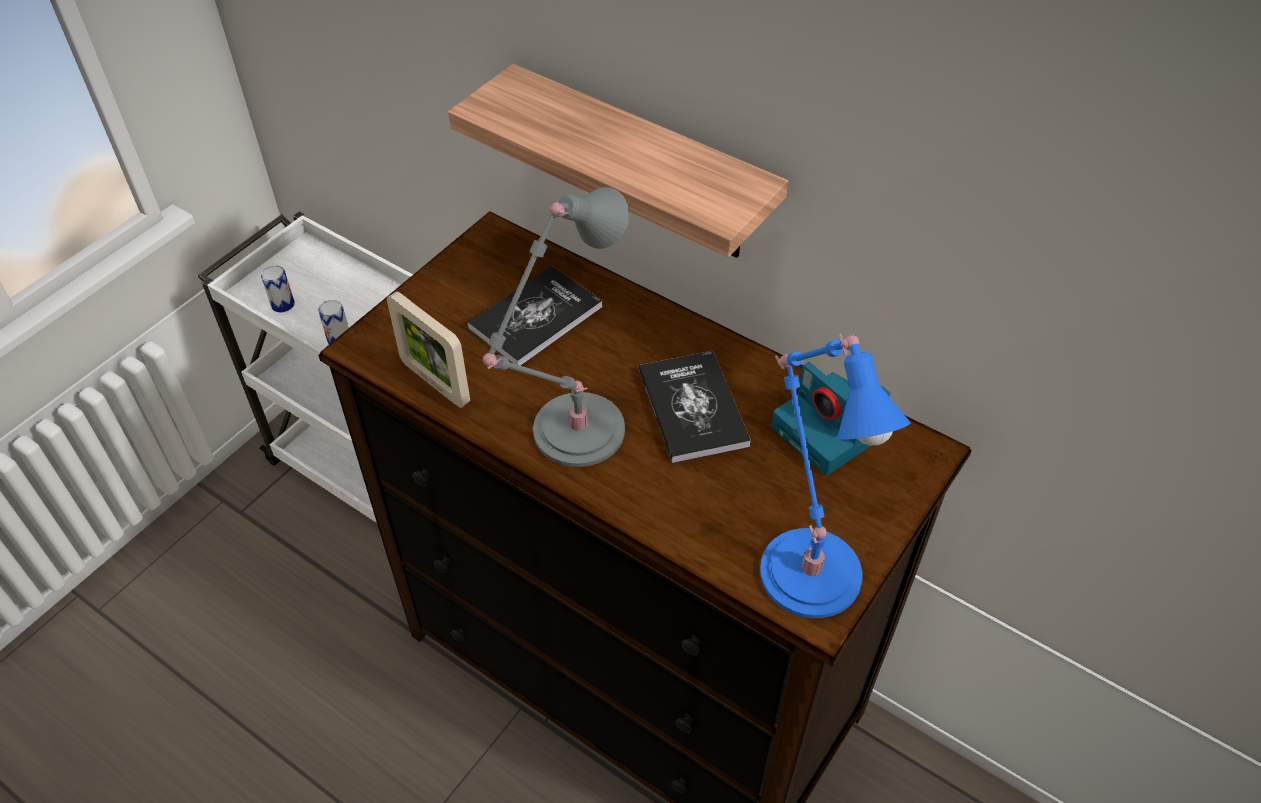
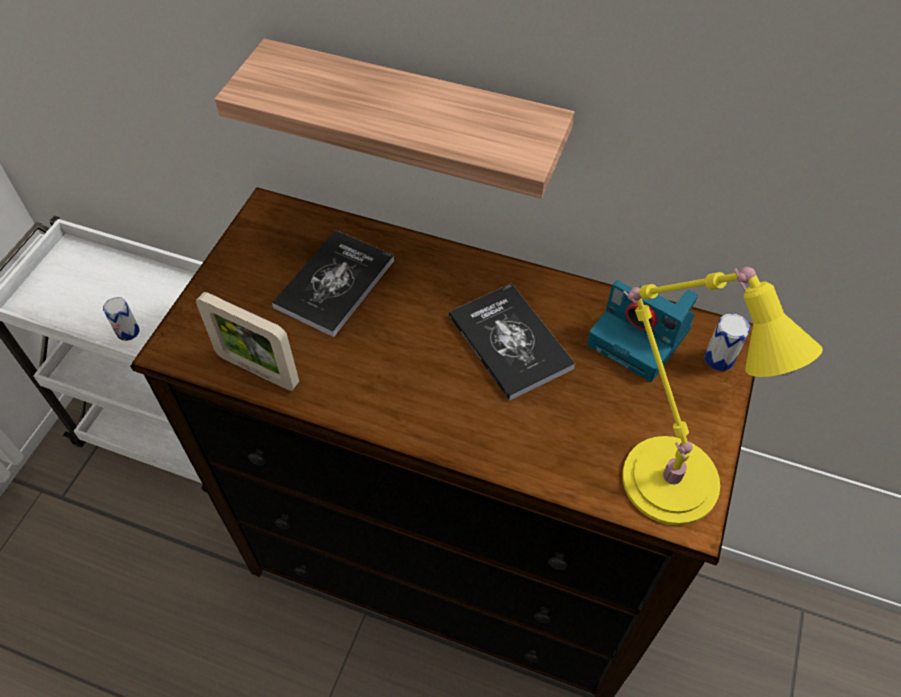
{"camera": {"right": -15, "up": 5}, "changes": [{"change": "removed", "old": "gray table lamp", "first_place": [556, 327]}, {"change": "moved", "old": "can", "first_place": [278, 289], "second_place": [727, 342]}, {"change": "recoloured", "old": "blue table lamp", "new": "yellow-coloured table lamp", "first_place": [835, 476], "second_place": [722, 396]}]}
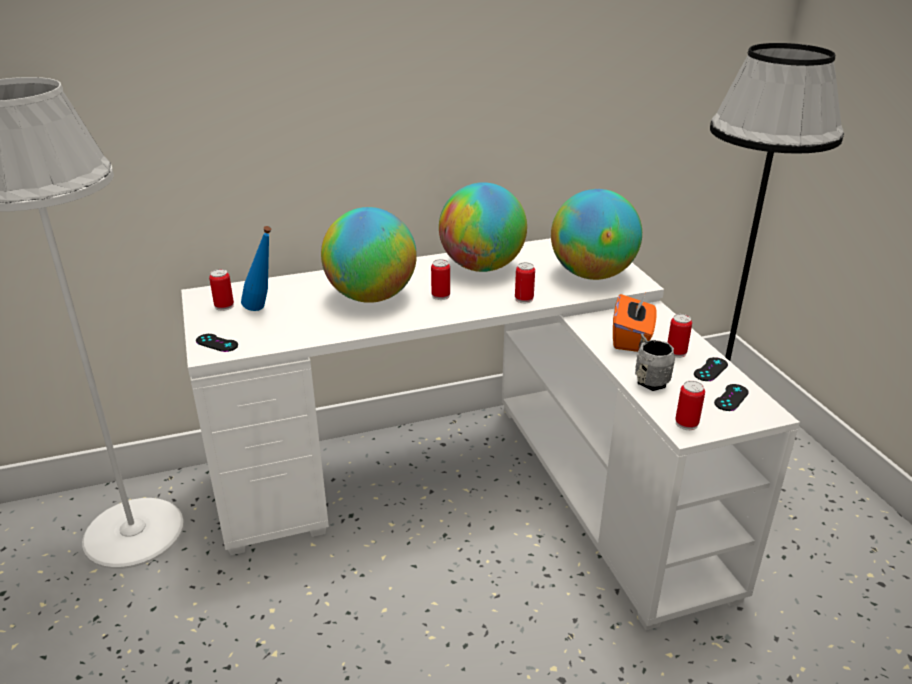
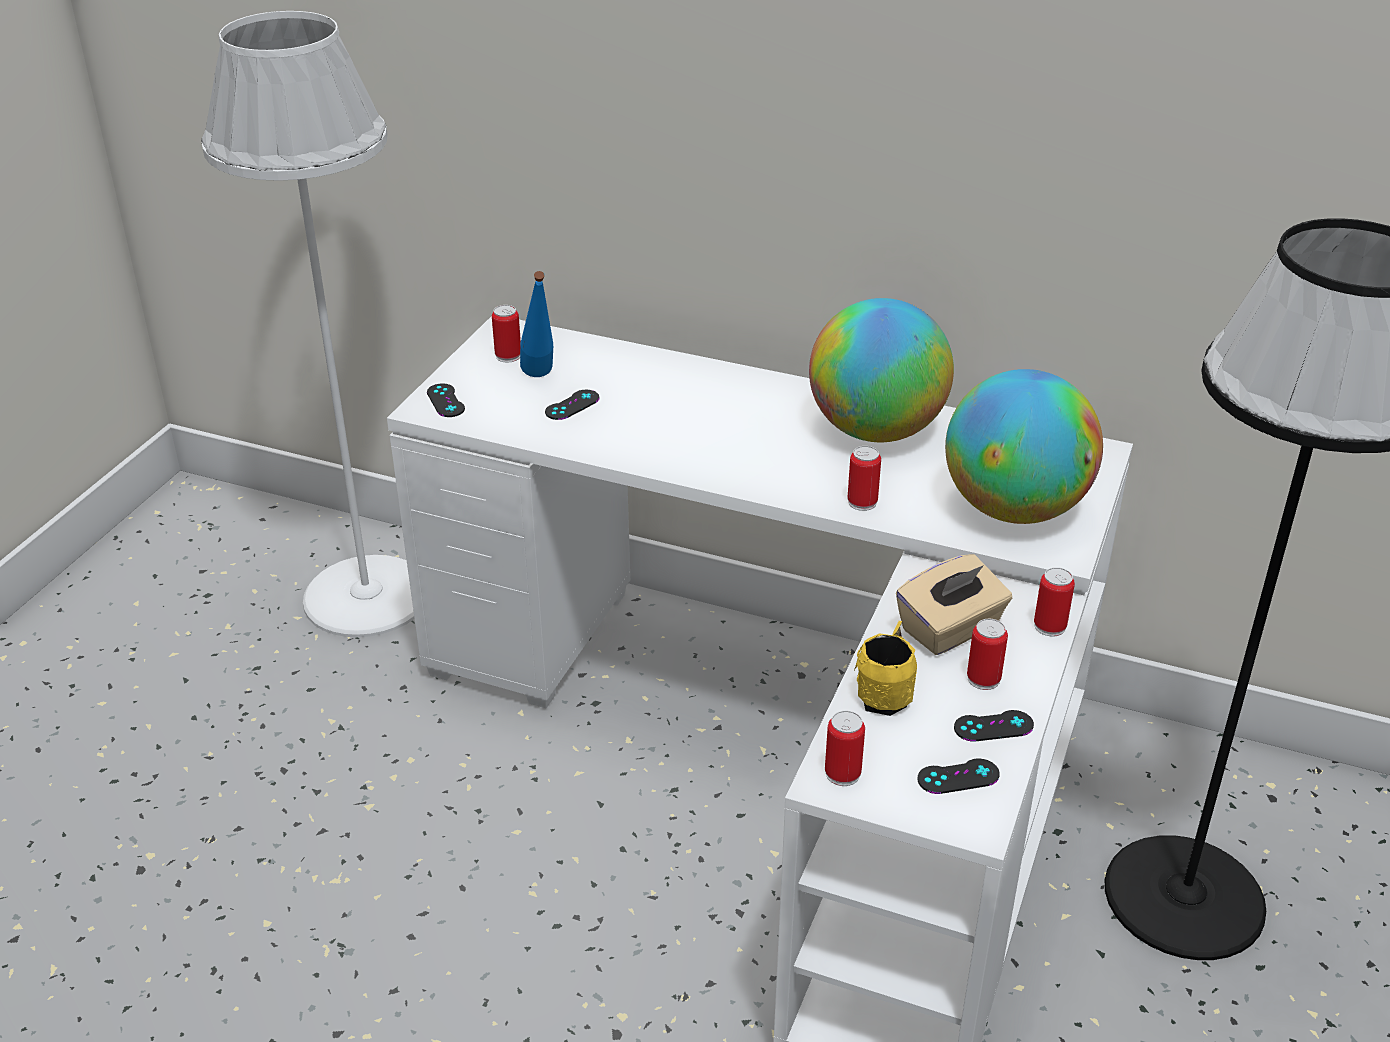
{"camera": {"right": 40, "up": 5}, "changes": [{"change": "removed", "old": "world globe", "first_place": [369, 255]}, {"change": "moved", "old": "can", "first_place": [440, 279], "second_place": [1054, 602]}, {"change": "recoloured", "old": "orange-coloured tissue box", "new": "beige-coloured tissue box", "first_place": [635, 323], "second_place": [954, 604]}, {"change": "recoloured", "old": "gray tea mug", "new": "yellow-coloured tea mug", "first_place": [655, 362], "second_place": [885, 668]}, {"change": "added", "new": "black gamepad", "second_place": [572, 405]}]}
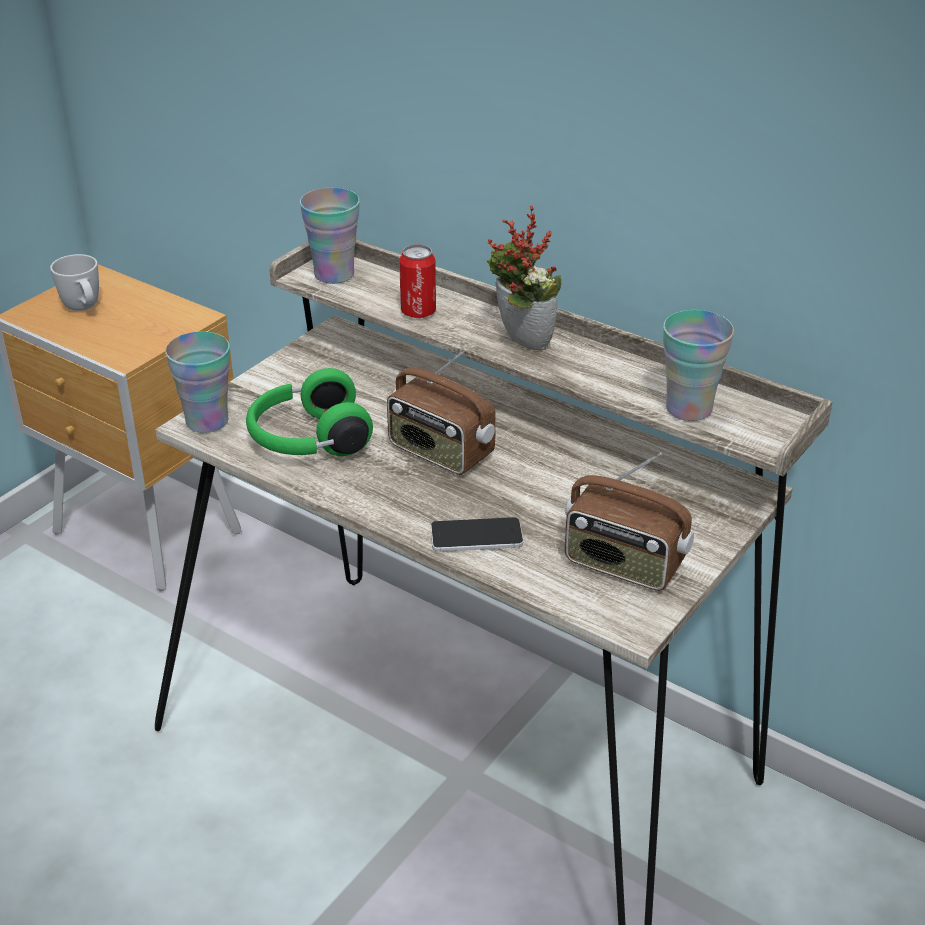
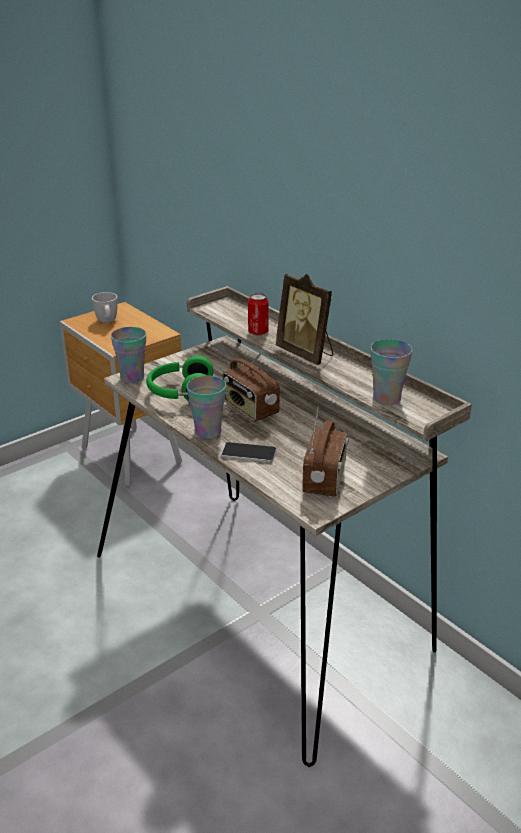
{"camera": {"right": 15, "up": -5}, "changes": [{"change": "moved", "old": "cup", "first_place": [330, 236], "second_place": [206, 407]}, {"change": "replaced", "old": "houseplant", "new": "standing frame", "first_place": [524, 277], "second_place": [304, 319]}, {"change": "turned", "old": "radio set", "first_place": [629, 521], "second_place": [325, 451], "degrees": -120}]}
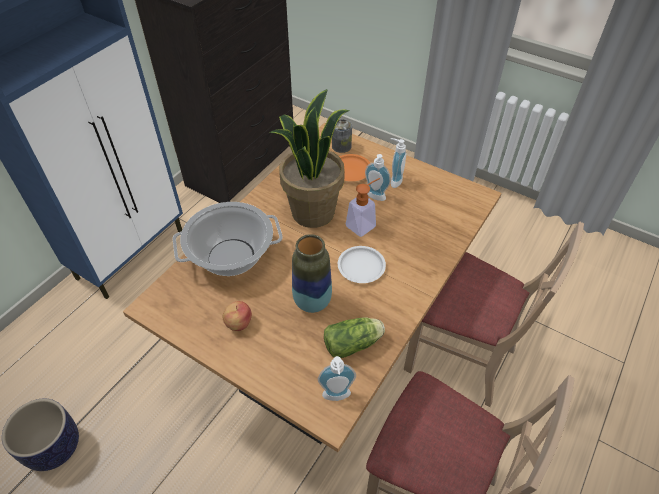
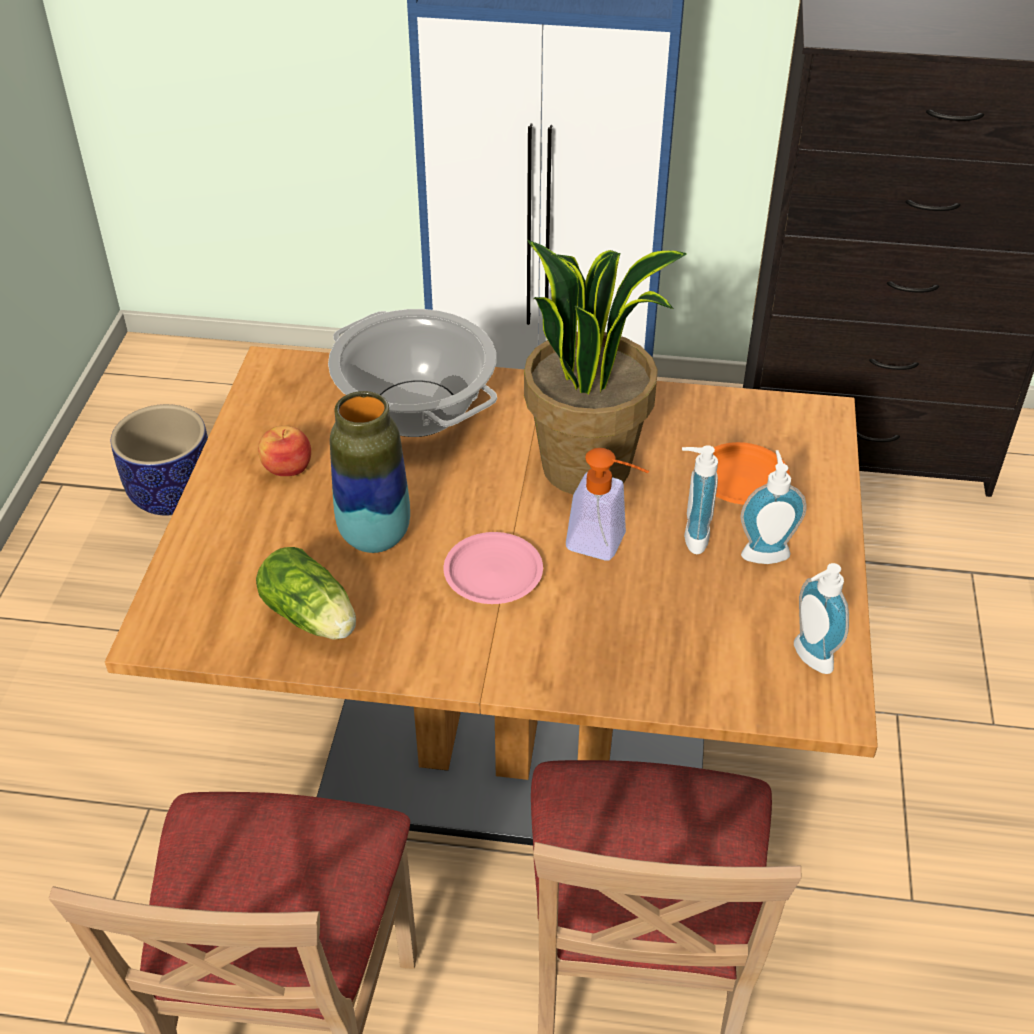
{"camera": {"right": 65, "up": -5}, "changes": [{"change": "removed", "old": "can", "first_place": [342, 136]}, {"change": "recoloured", "old": "white flat dish", "new": "pink flat dish", "first_place": [362, 264], "second_place": [493, 568]}, {"change": "moved", "old": "soap dispenser", "first_place": [337, 378], "second_place": [821, 618]}]}
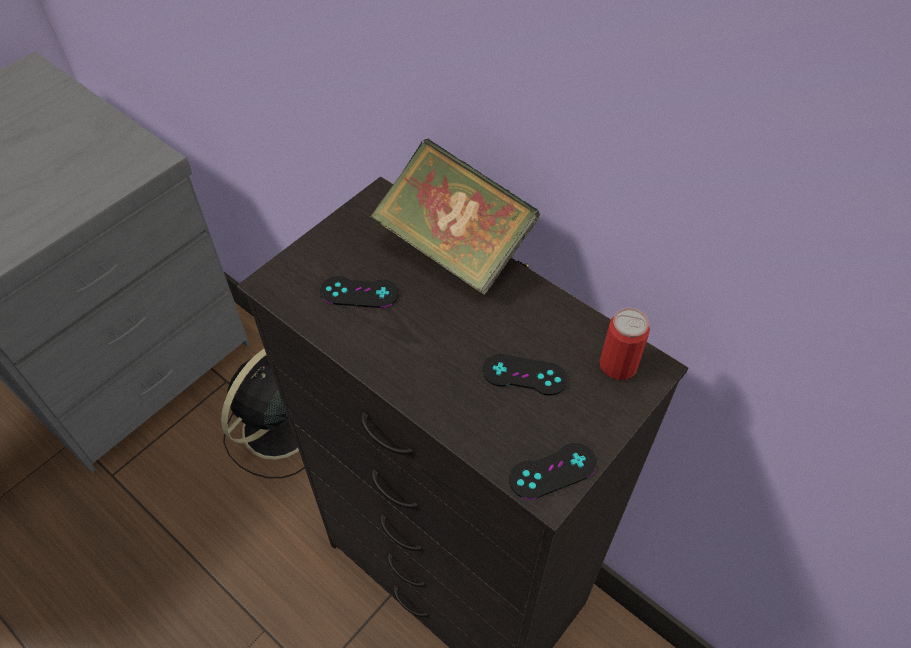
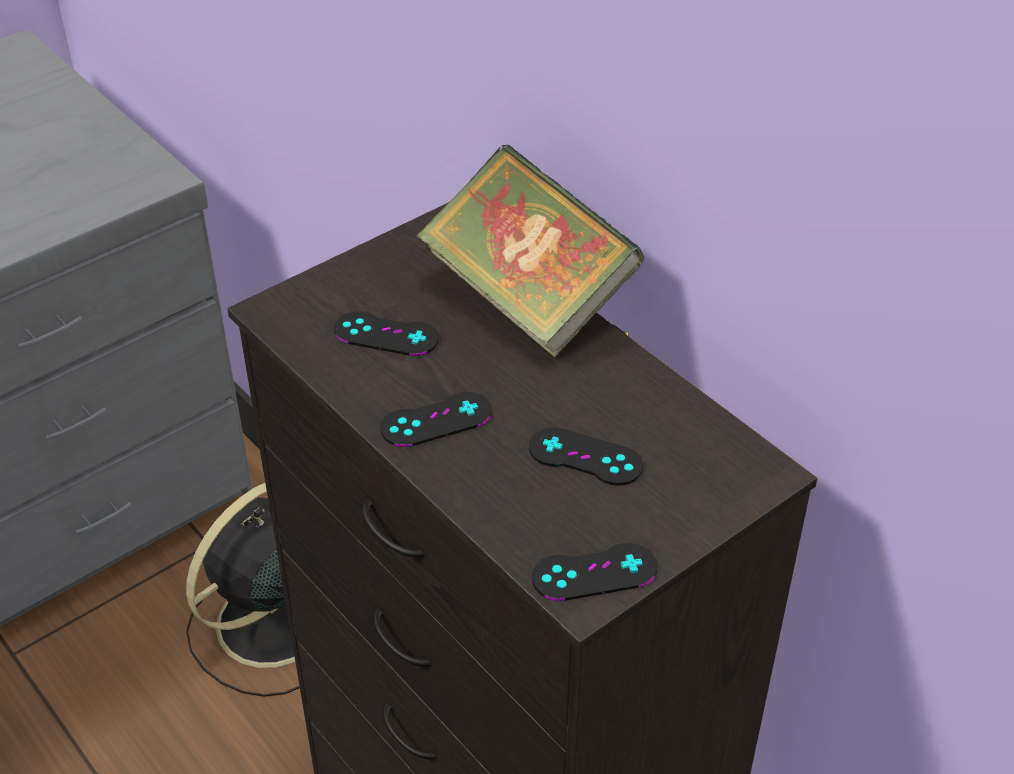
{"camera": {"right": 10, "up": -10}, "changes": [{"change": "removed", "old": "can", "first_place": [624, 344]}, {"change": "added", "new": "black gamepad", "second_place": [436, 419]}]}
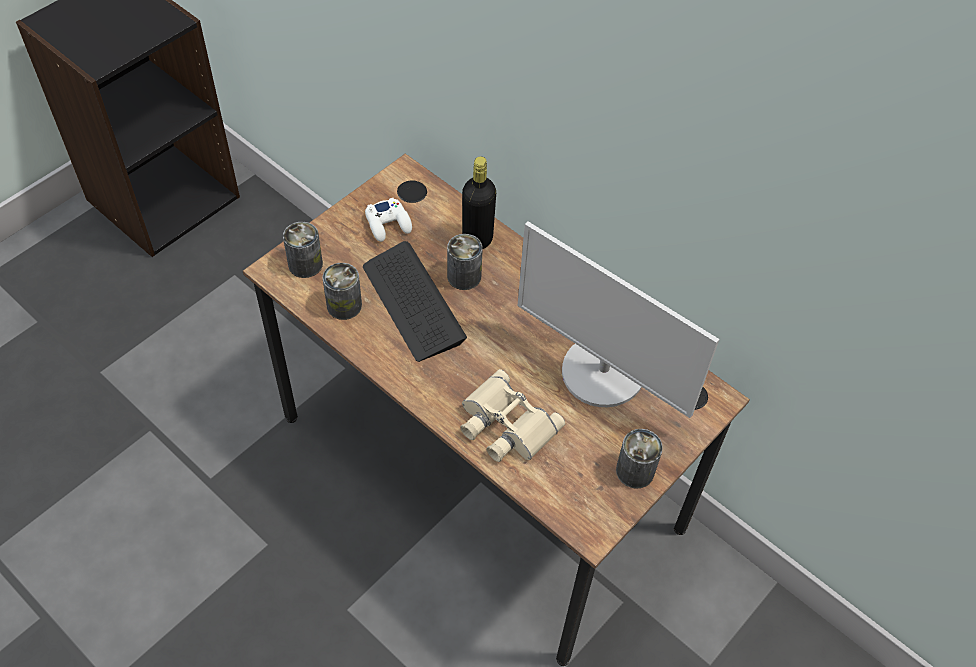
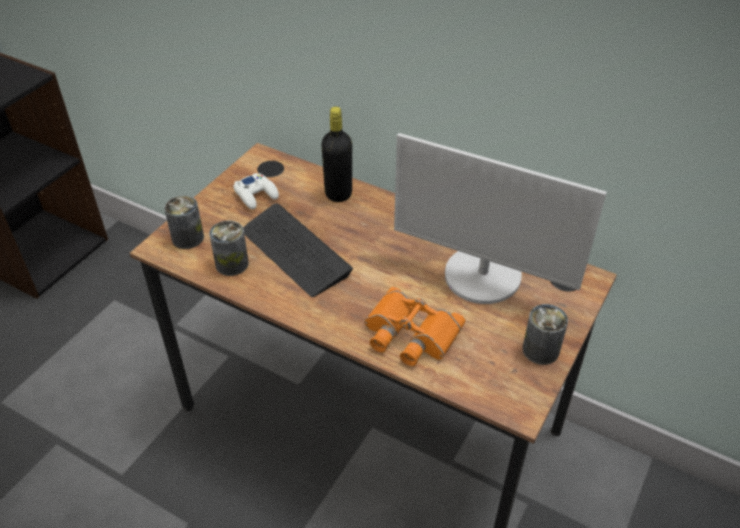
{"camera": {"right": -10, "up": -10}, "changes": [{"change": "removed", "old": "can", "first_place": [465, 262]}, {"change": "recoloured", "old": "beige-coloured field glasses", "new": "orange-coloured field glasses", "first_place": [513, 415], "second_place": [415, 326]}]}
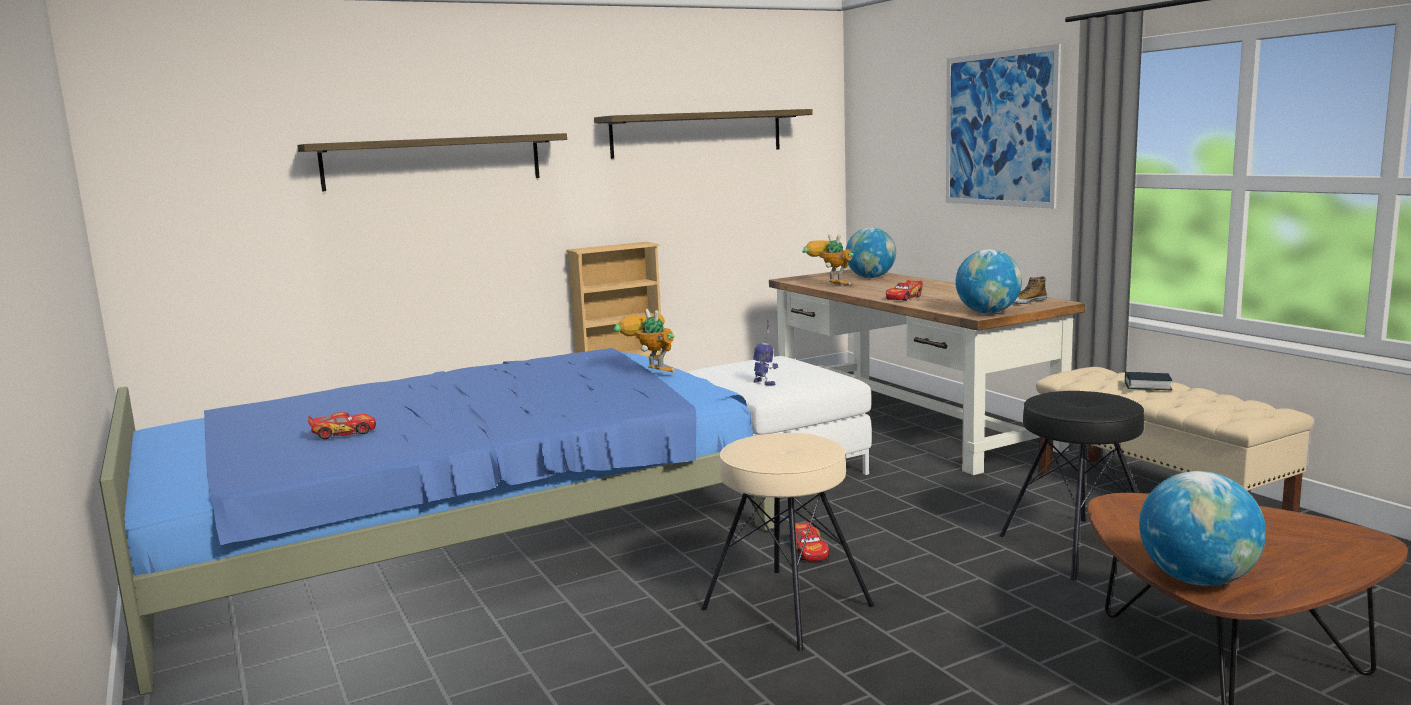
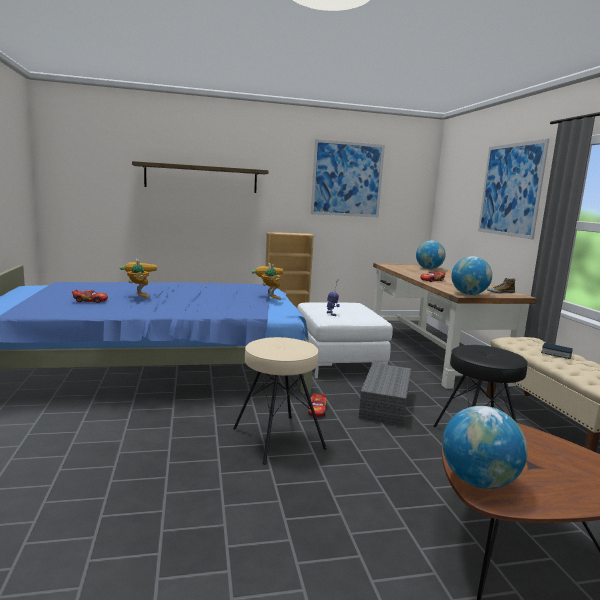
{"camera": {"right": 15, "up": 0}, "changes": [{"change": "replaced", "old": "shelf", "new": "wall art", "first_place": [703, 134], "second_place": [348, 178]}, {"change": "moved", "old": "model robot", "first_place": [828, 260], "second_place": [138, 279]}, {"change": "added", "new": "gray storage container", "second_place": [385, 394]}]}
